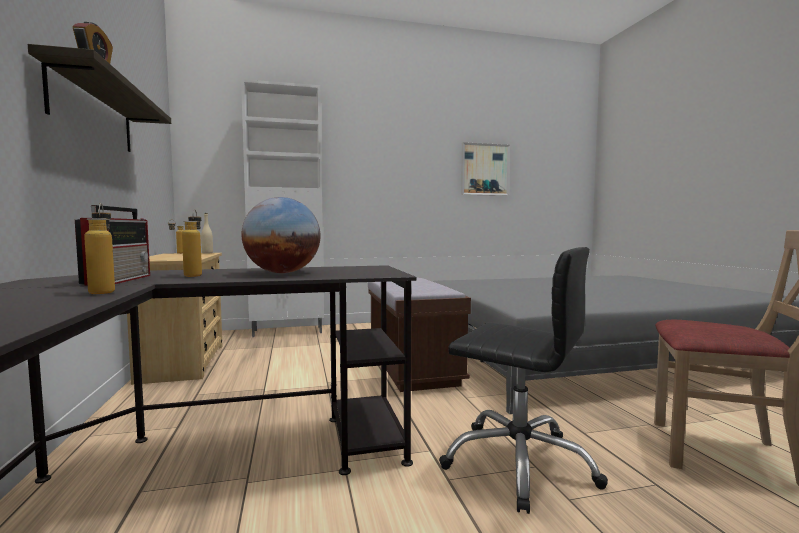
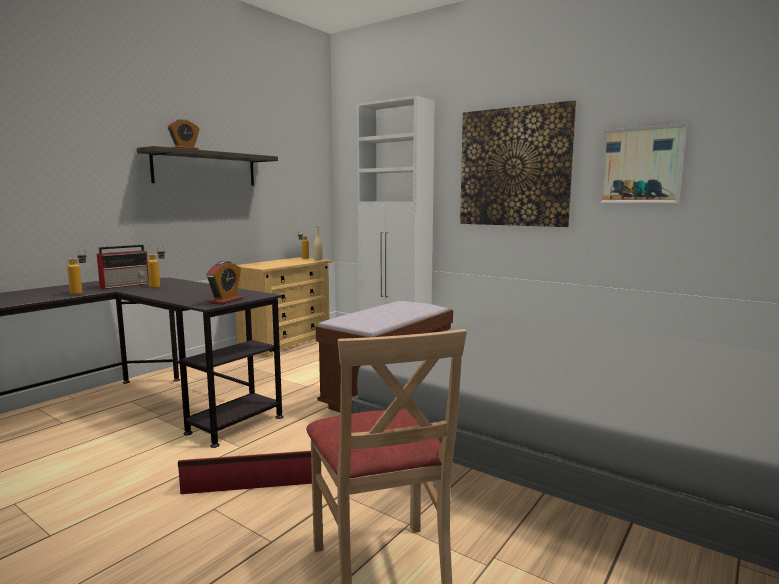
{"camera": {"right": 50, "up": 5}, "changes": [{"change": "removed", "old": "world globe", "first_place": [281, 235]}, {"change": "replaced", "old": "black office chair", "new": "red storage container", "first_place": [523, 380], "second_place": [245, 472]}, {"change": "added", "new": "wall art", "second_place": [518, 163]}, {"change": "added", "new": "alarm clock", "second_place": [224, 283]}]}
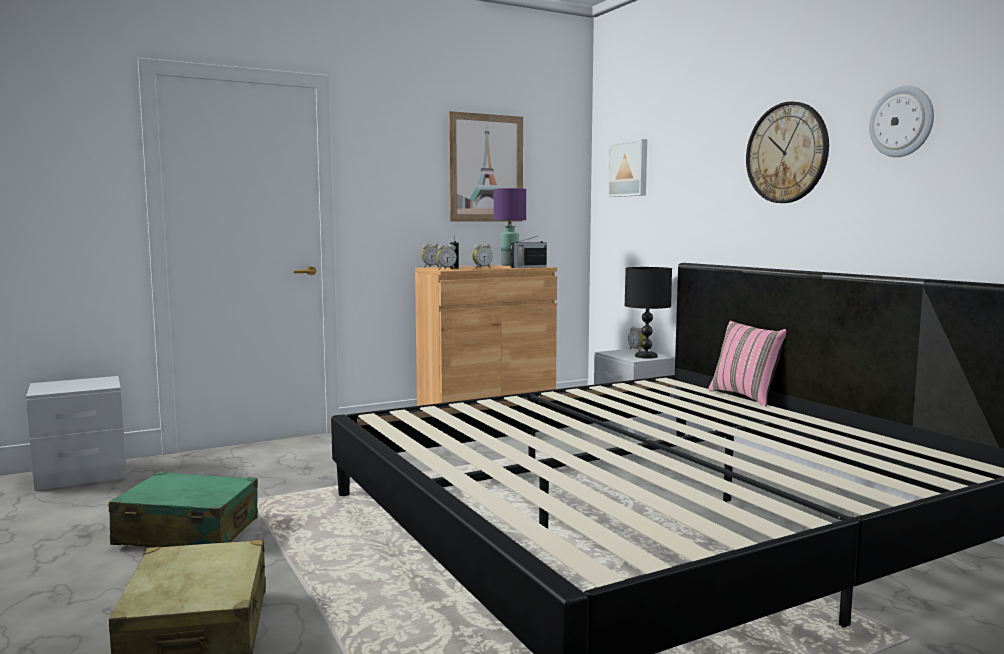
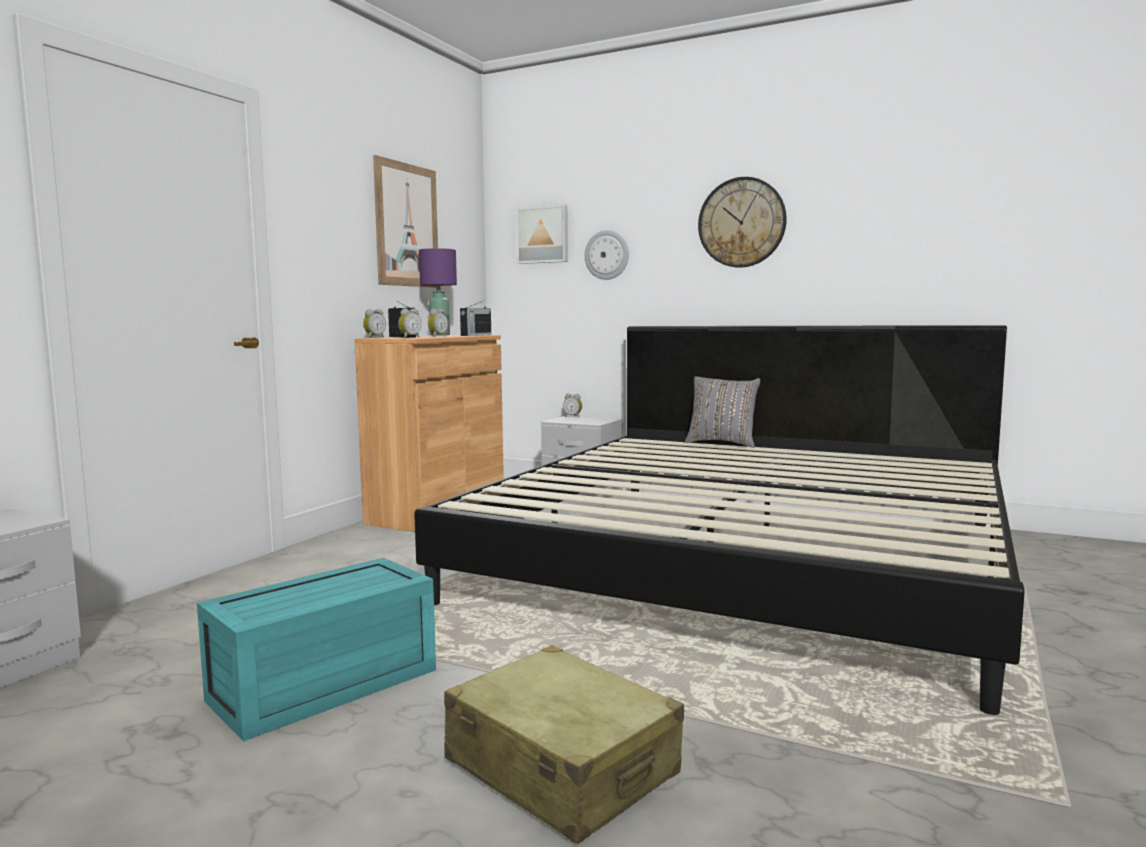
{"camera": {"right": -35, "up": 0}, "changes": [{"change": "moved", "old": "hanging clock", "first_place": [901, 121], "second_place": [607, 255]}, {"change": "removed", "old": "black table lamp", "first_place": [648, 313]}, {"change": "recoloured", "old": "pink pillow", "new": "gray pillow", "first_place": [747, 363], "second_place": [722, 412]}, {"change": "replaced", "old": "green travel case", "new": "turquoise-coloured storage container", "first_place": [183, 509], "second_place": [316, 649]}]}
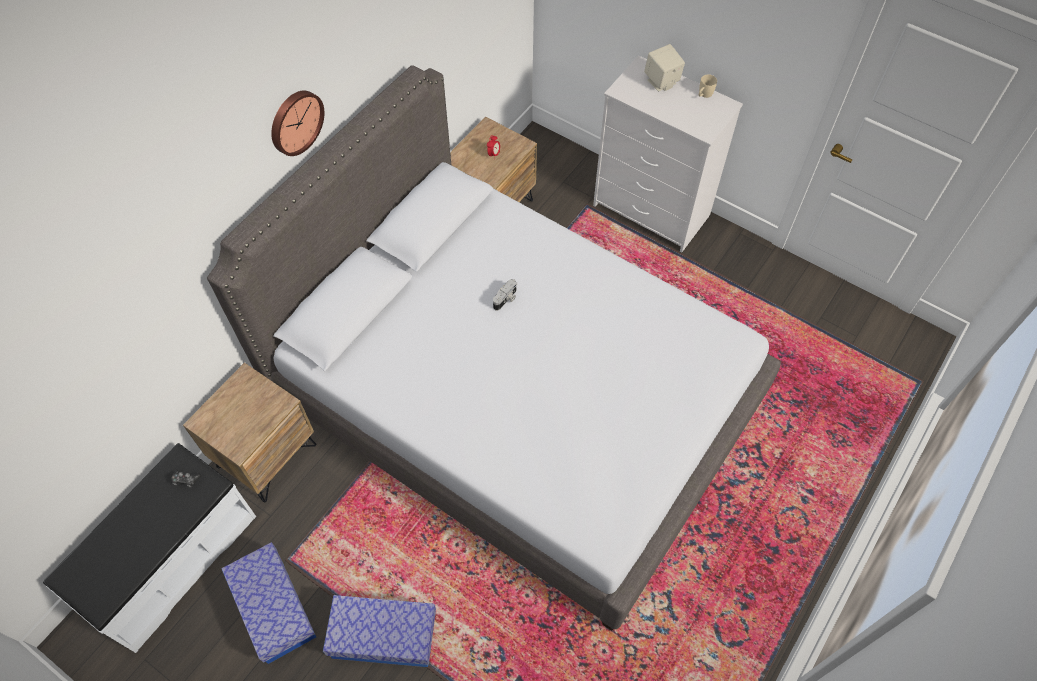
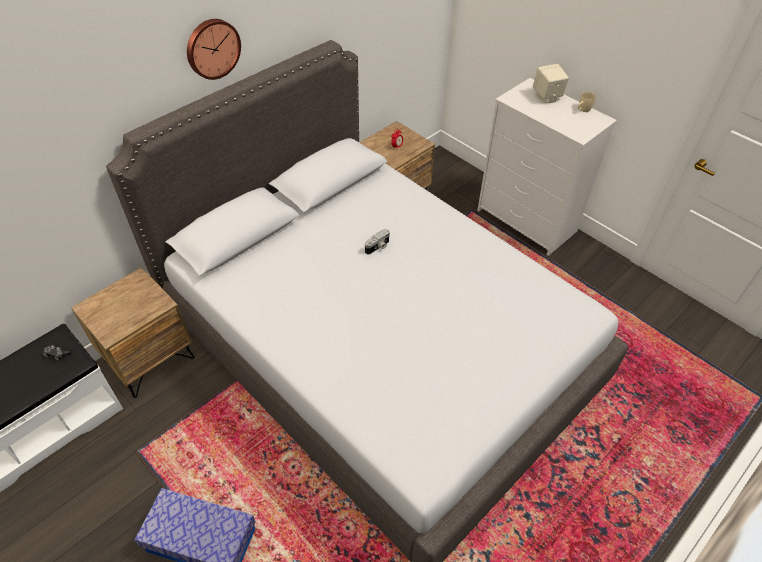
{"camera": {"right": 10, "up": -10}, "changes": [{"change": "removed", "old": "storage container", "first_place": [268, 603]}]}
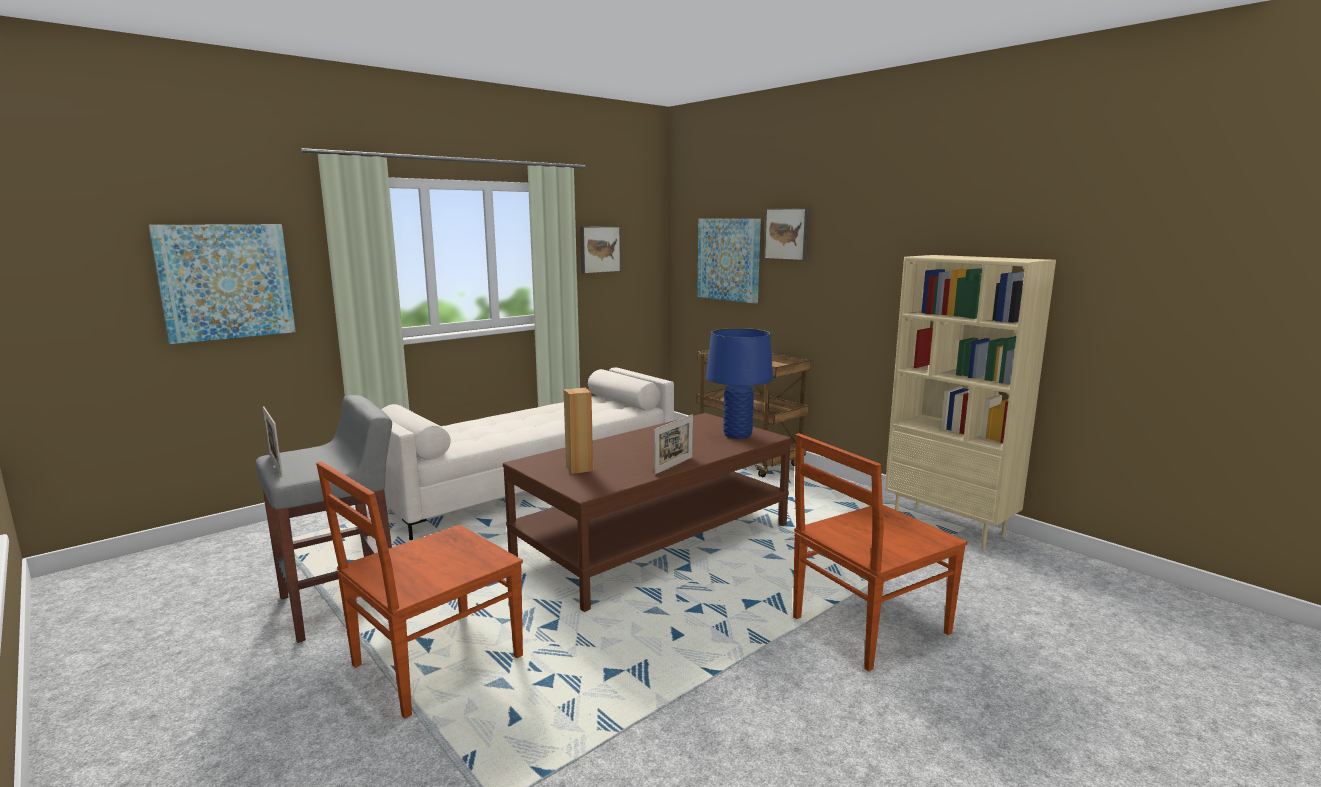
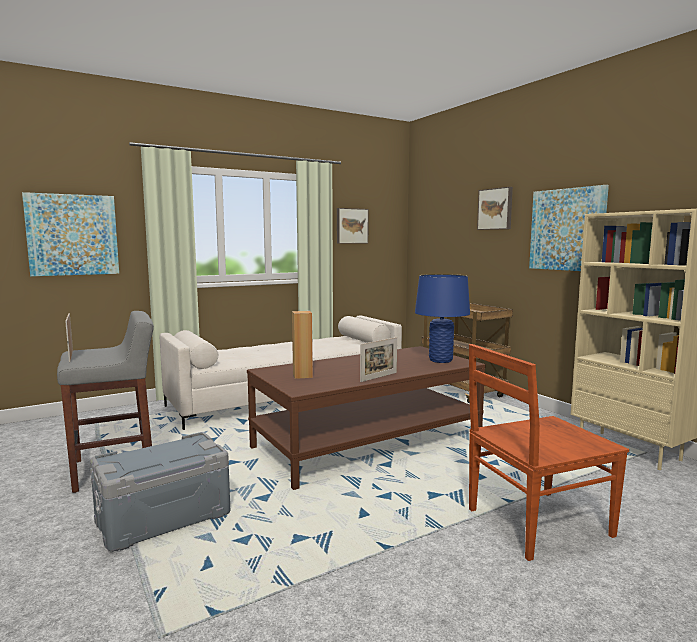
{"camera": {"right": 10, "up": -5}, "changes": [{"change": "moved", "old": "wall art", "first_place": [729, 261], "second_place": [569, 228]}, {"change": "replaced", "old": "brown chair", "new": "gray storage container", "first_place": [419, 590], "second_place": [160, 492]}]}
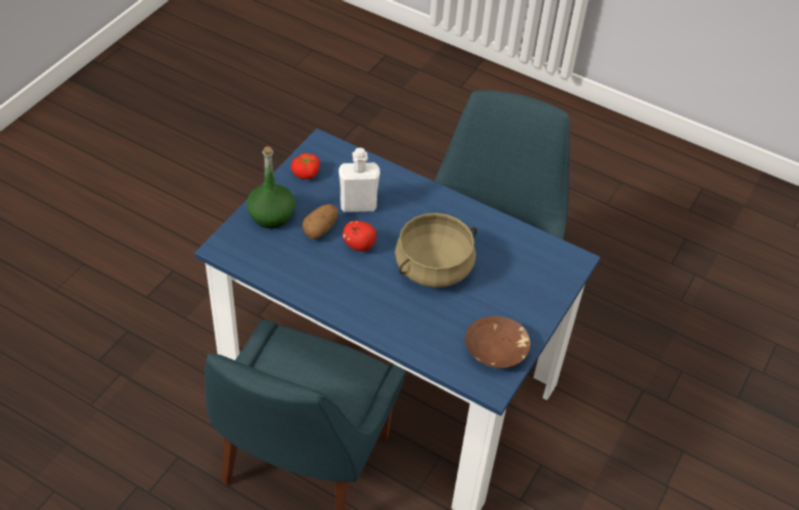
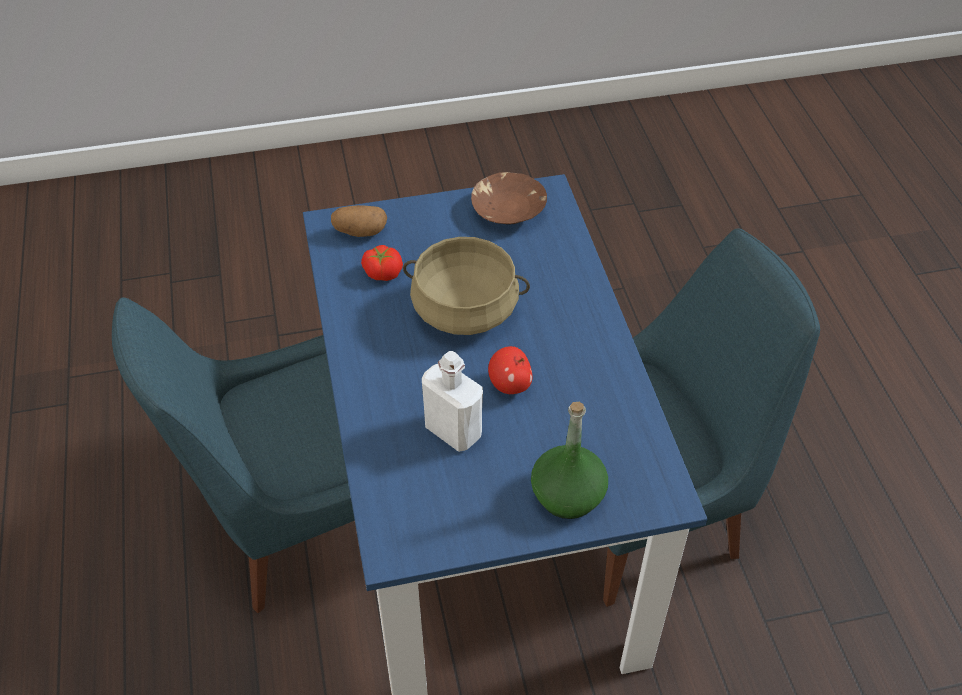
{"camera": {"right": -130, "up": 0}, "changes": [{"change": "moved", "old": "tomato", "first_place": [305, 166], "second_place": [382, 263]}, {"change": "moved", "old": "spud", "first_place": [320, 221], "second_place": [359, 221]}]}
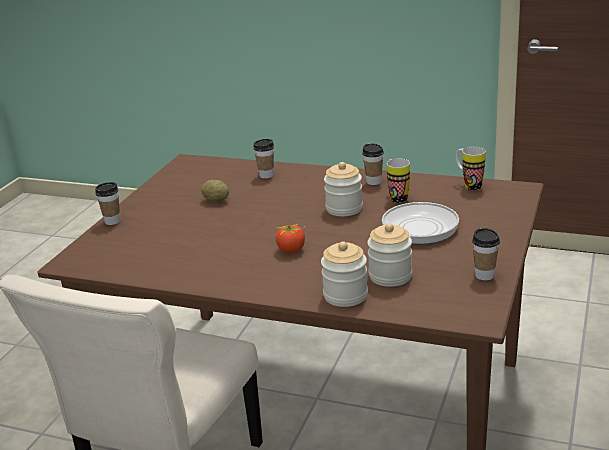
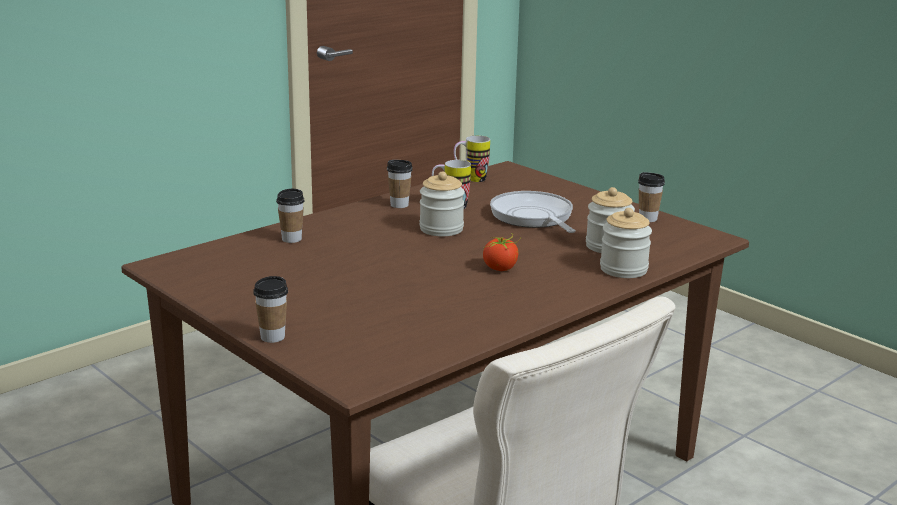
{"camera": {"right": -65, "up": -5}, "changes": [{"change": "removed", "old": "spud", "first_place": [215, 191]}]}
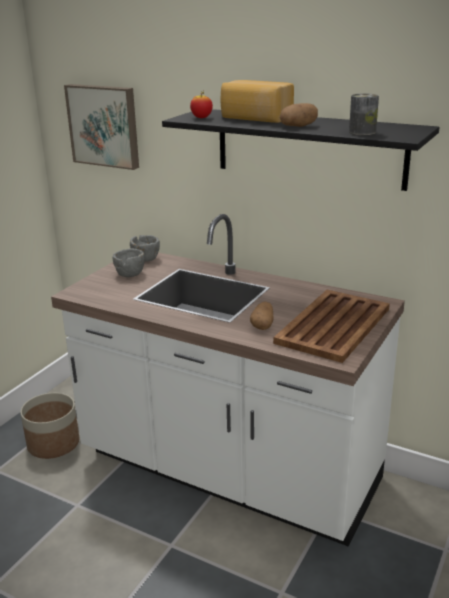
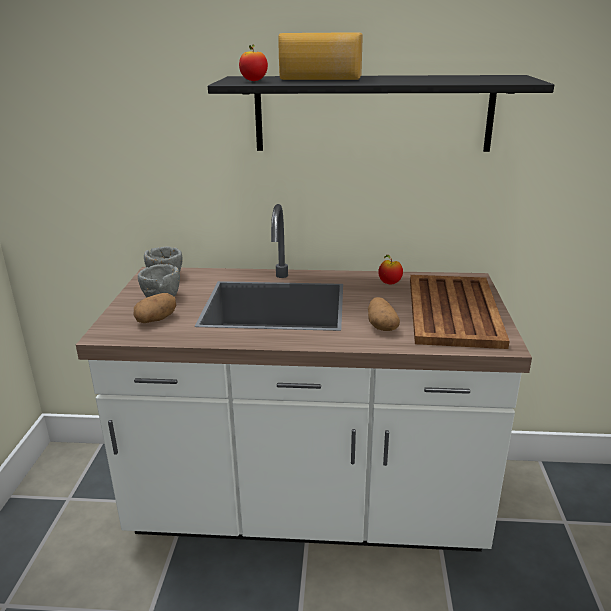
{"camera": {"right": -25, "up": 0}, "changes": [{"change": "removed", "old": "wall art", "first_place": [101, 127]}, {"change": "removed", "old": "can", "first_place": [364, 114]}, {"change": "moved", "old": "spud", "first_place": [299, 115], "second_place": [154, 308]}, {"change": "removed", "old": "flower pot", "first_place": [49, 426]}, {"change": "added", "new": "apple fruit", "second_place": [390, 269]}]}
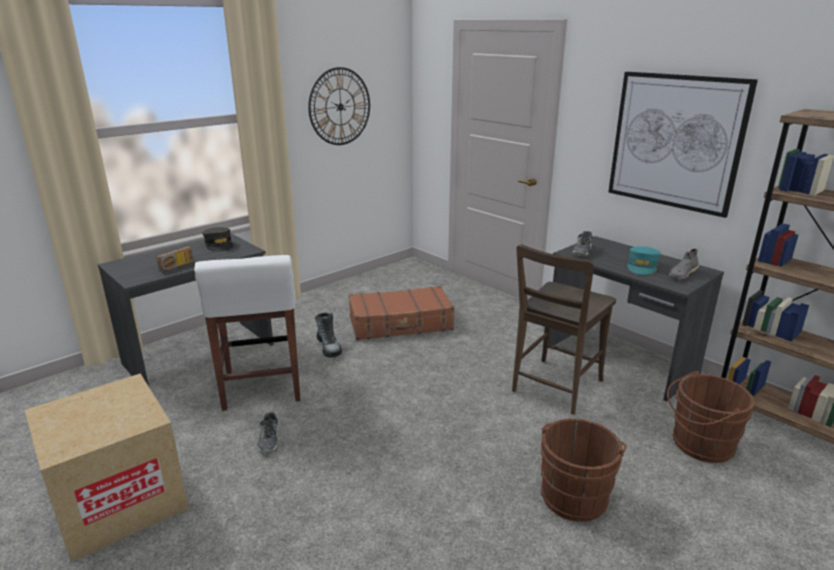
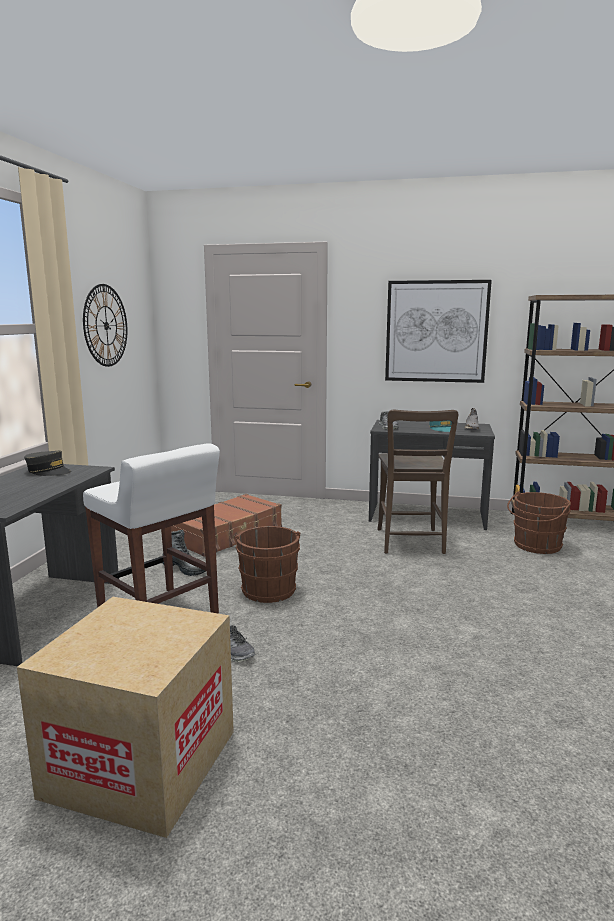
{"camera": {"right": -35, "up": -10}, "changes": [{"change": "removed", "old": "radio set", "first_place": [175, 259]}, {"change": "moved", "old": "brown bucket", "first_place": [583, 470], "second_place": [267, 564]}]}
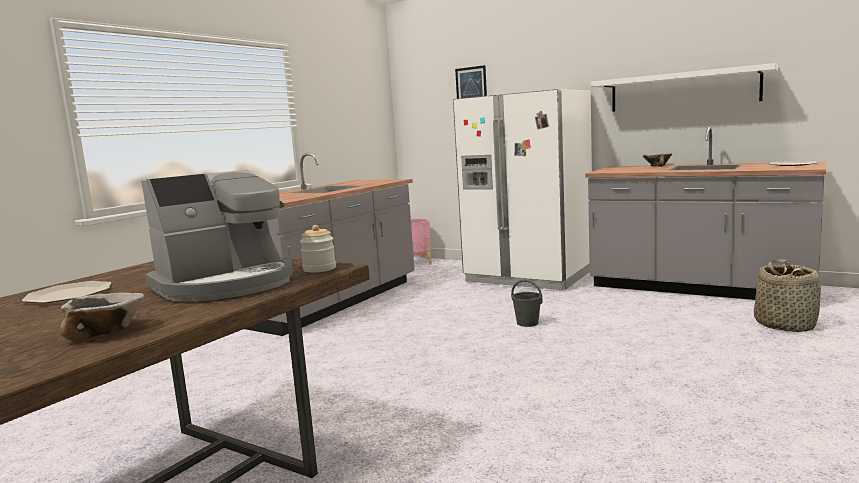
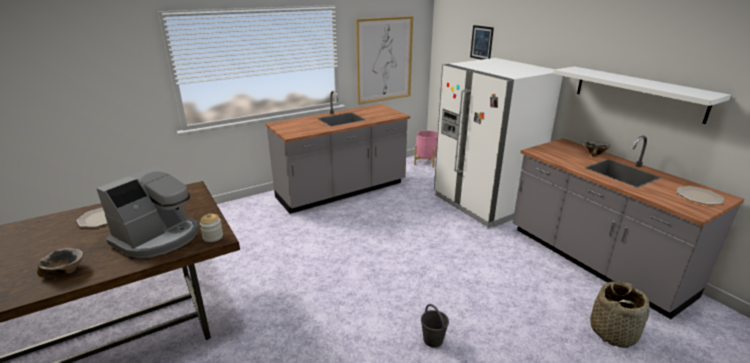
{"camera": {"right": 25, "up": 15}, "changes": [{"change": "turned", "old": "coffee maker", "first_place": [216, 236], "second_place": [147, 212], "degrees": -45}, {"change": "moved", "old": "gray bucket", "first_place": [527, 303], "second_place": [435, 326]}, {"change": "added", "new": "wall art", "second_place": [384, 60]}]}
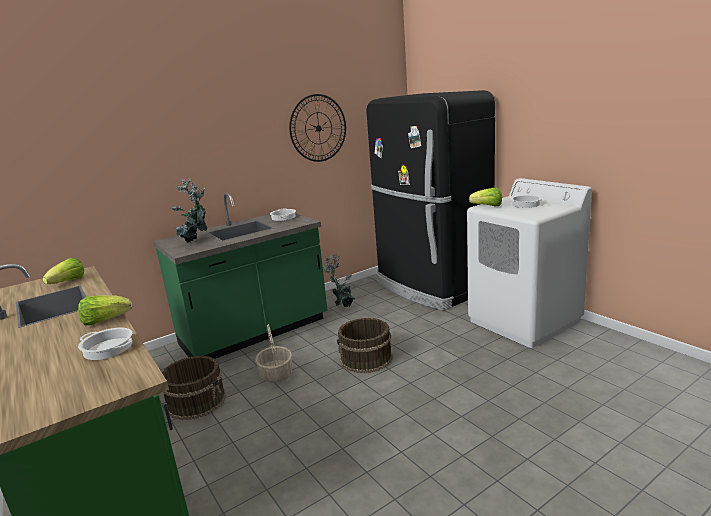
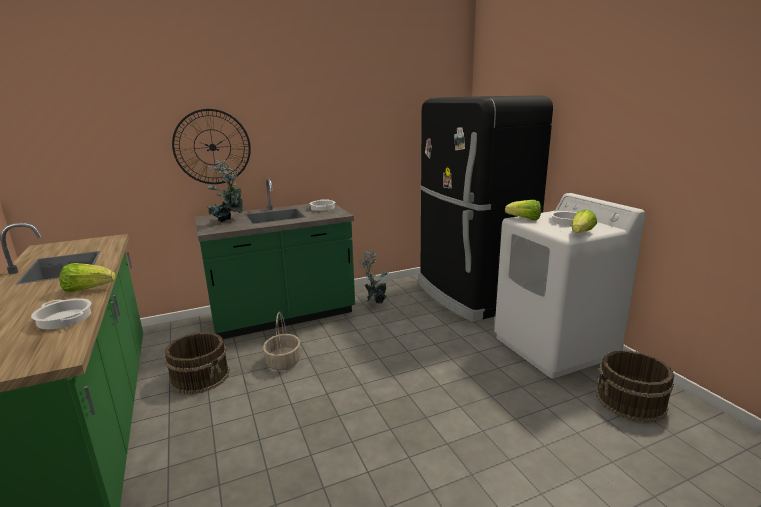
{"camera": {"right": 10, "up": 0}, "changes": [{"change": "moved", "old": "hanging clock", "first_place": [317, 128], "second_place": [211, 146]}, {"change": "moved", "old": "head of lettuce", "first_place": [63, 271], "second_place": [584, 221]}, {"change": "moved", "old": "brown bucket", "first_place": [365, 345], "second_place": [635, 386]}]}
